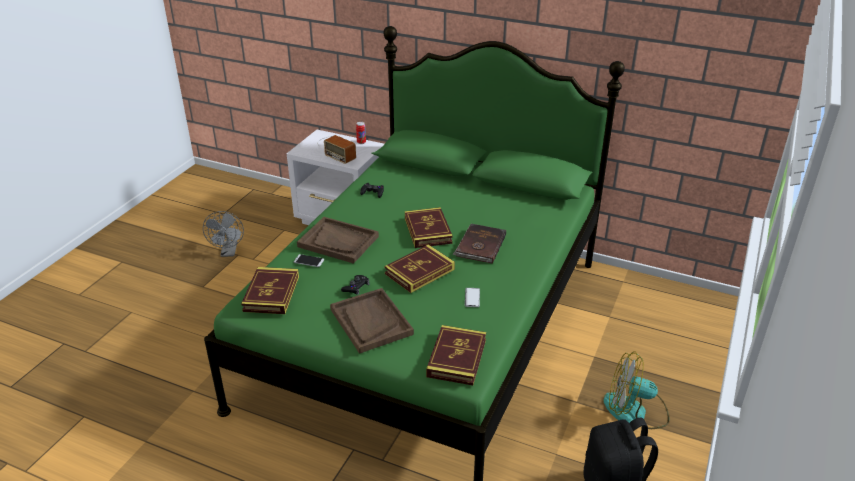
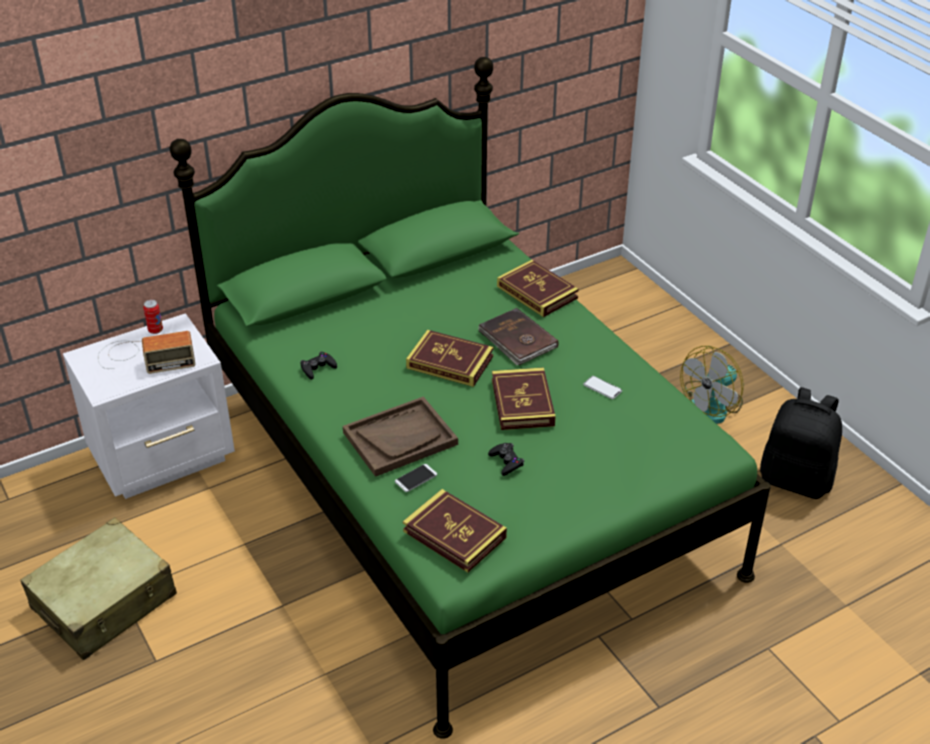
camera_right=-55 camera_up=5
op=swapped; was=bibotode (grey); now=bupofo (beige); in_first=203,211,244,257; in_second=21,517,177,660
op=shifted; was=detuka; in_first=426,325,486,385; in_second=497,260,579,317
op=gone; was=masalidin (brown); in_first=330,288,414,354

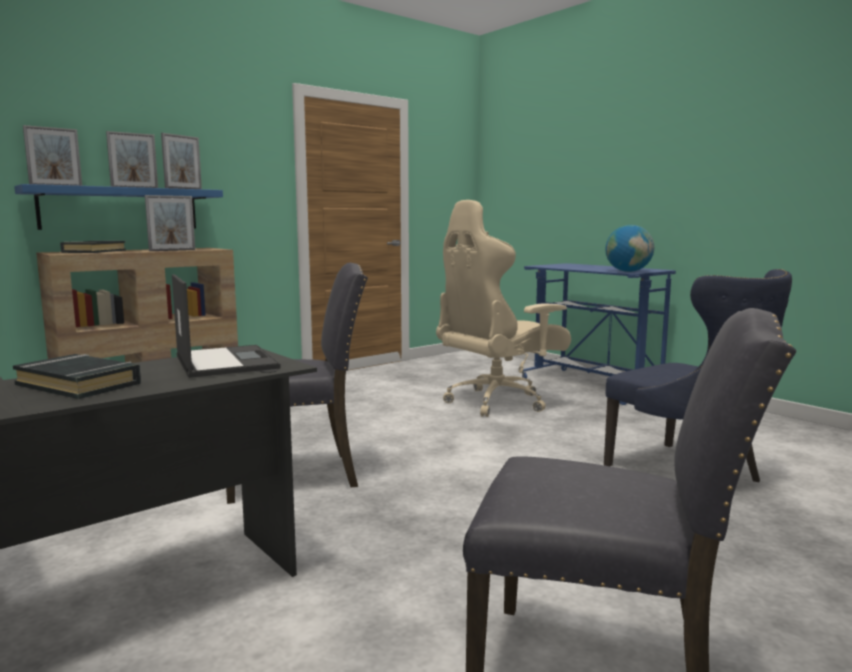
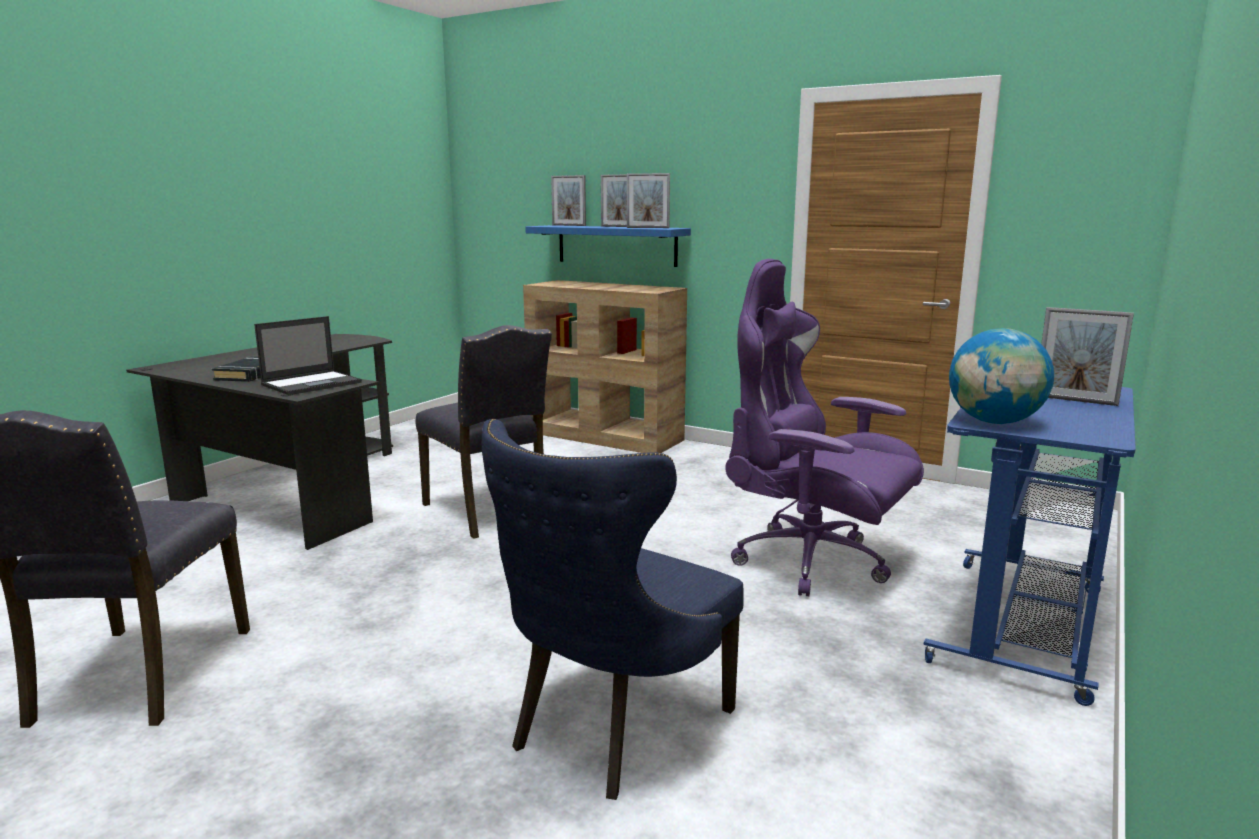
camera_right=70 camera_up=5
op=repainted; was=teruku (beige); now=teruku (purple); in_first=436,200,571,417; in_second=725,259,924,596
op=shifted; was=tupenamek; in_first=145,195,195,251; in_second=1041,307,1134,406
op=gone; was=detuka (black); in_first=60,241,126,253

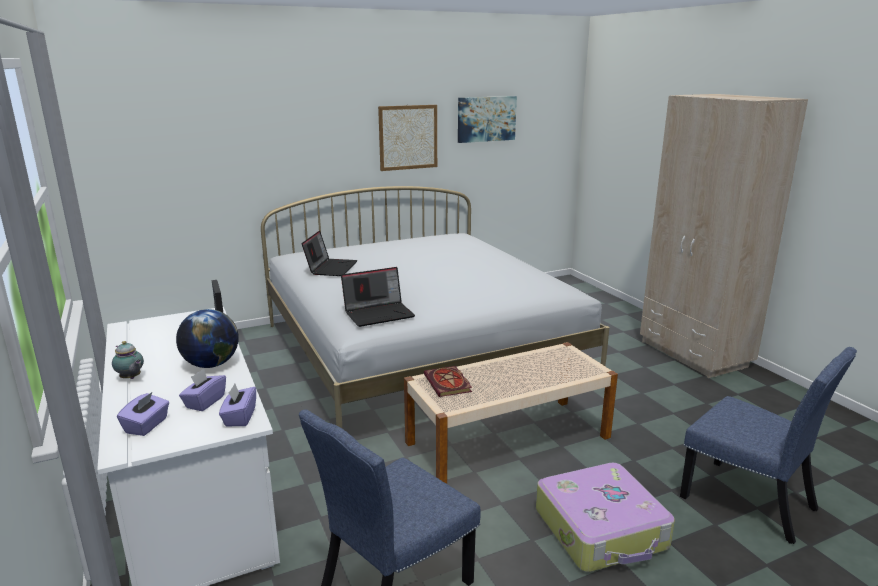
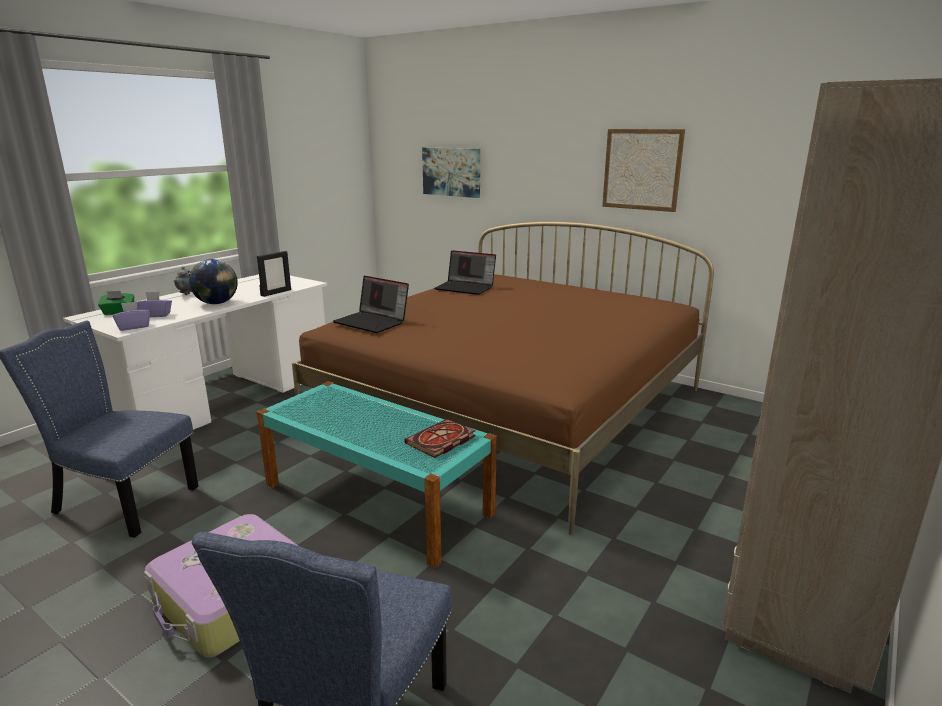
camera_right=60 camera_up=0
op=repainted; was=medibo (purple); now=medibo (green); in_first=117,392,169,436; in_second=98,291,134,315
op=repainted; was=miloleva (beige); now=miloleva (turquoise); in_first=404,342,618,484; in_second=257,381,497,568
op=repainted; was=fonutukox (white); now=fonutukox (brown); in_first=261,186,610,428; in_second=292,222,714,535
op=shifted; was=detuka; in_first=424,366,472,397; in_second=405,419,476,458
op=shifted; was=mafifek; in_first=458,96,517,143; in_second=422,147,480,198
op=rotated; was=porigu; in_first=301,230,357,276; in_second=434,250,496,295; clockwise=45

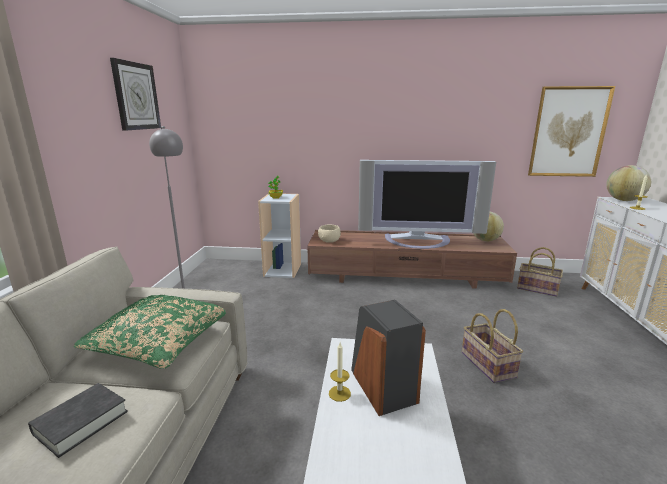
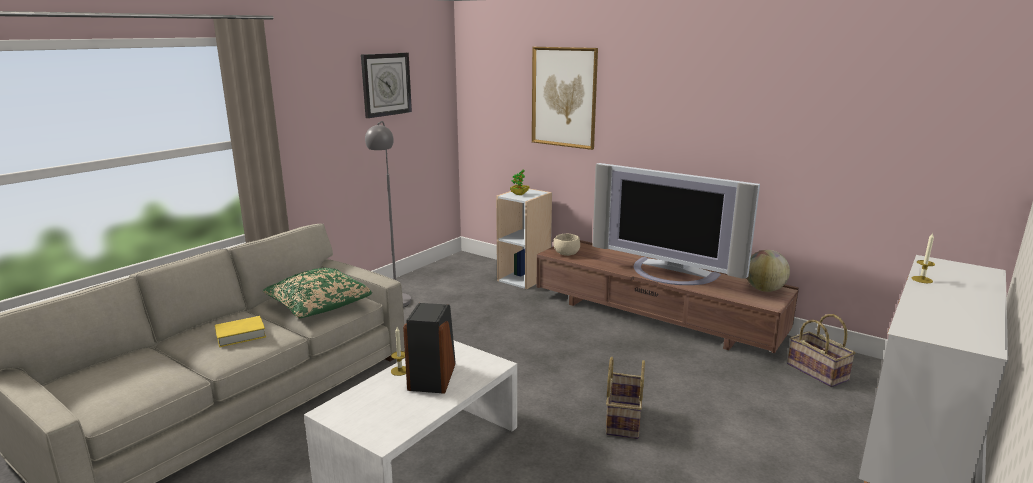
camera_right=30 camera_up=0
op=repainted; was=detuka (black); now=detuka (yellow); in_first=28,383,128,458; in_second=215,316,266,347
op=shifted; was=mafifek; in_first=528,86,615,177; in_second=532,47,598,150
op=gone; was=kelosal; in_first=606,165,651,201

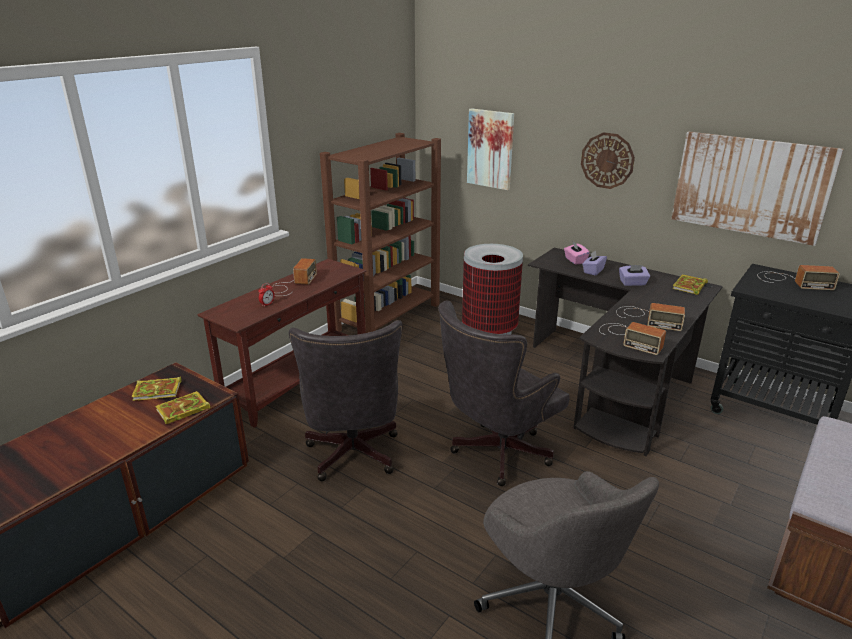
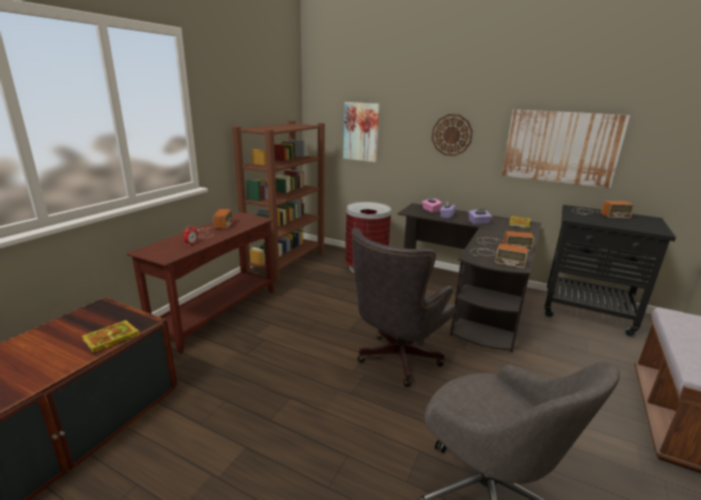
camera_right=-10 camera_up=-5
op=gone; was=detuka; in_first=132,376,182,401
op=gone; was=teruku (grey); in_first=289,320,403,481

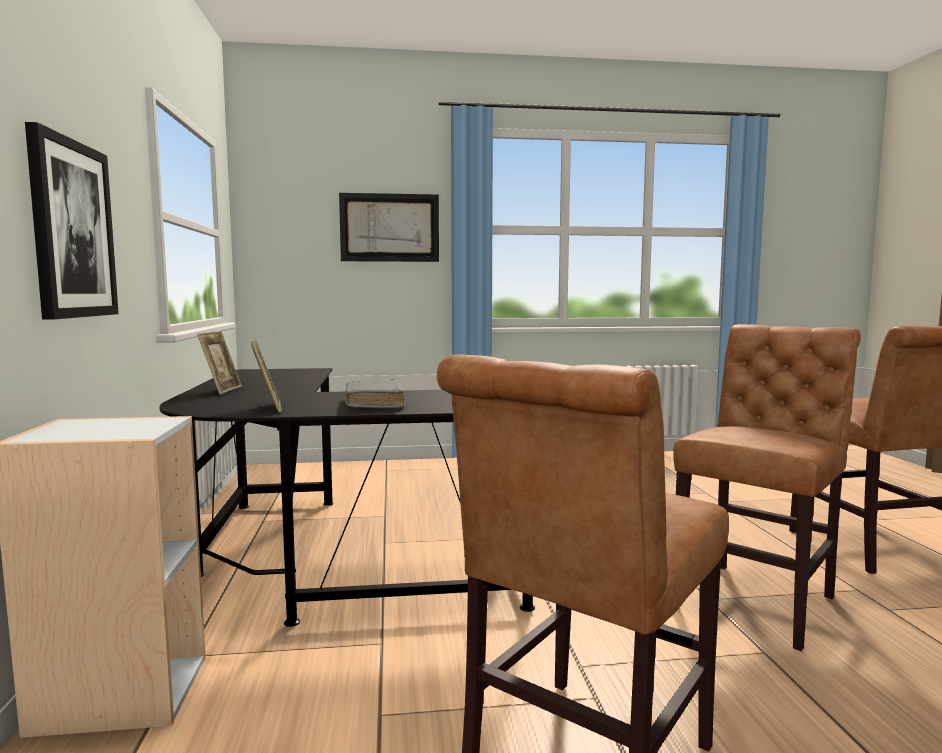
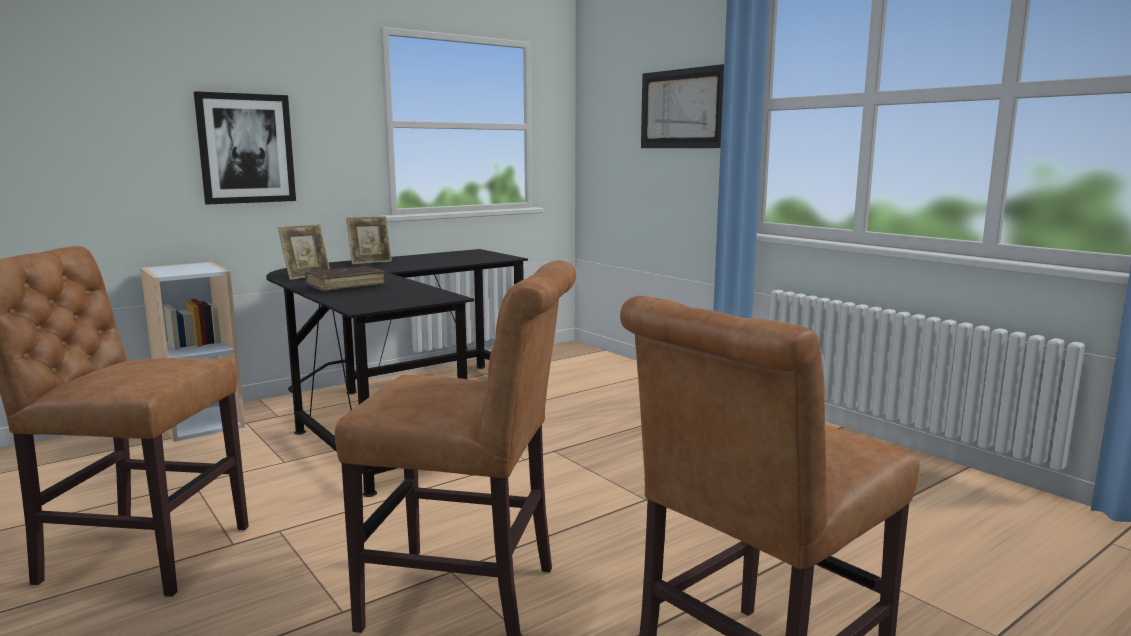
camera_right=60 camera_up=5
op=repainted; was=detuka (grey); now=detuka (brown); in_first=345,379,404,408; in_second=304,266,384,292

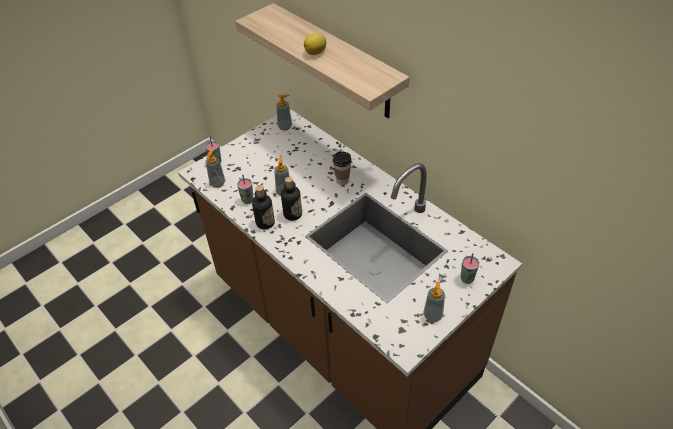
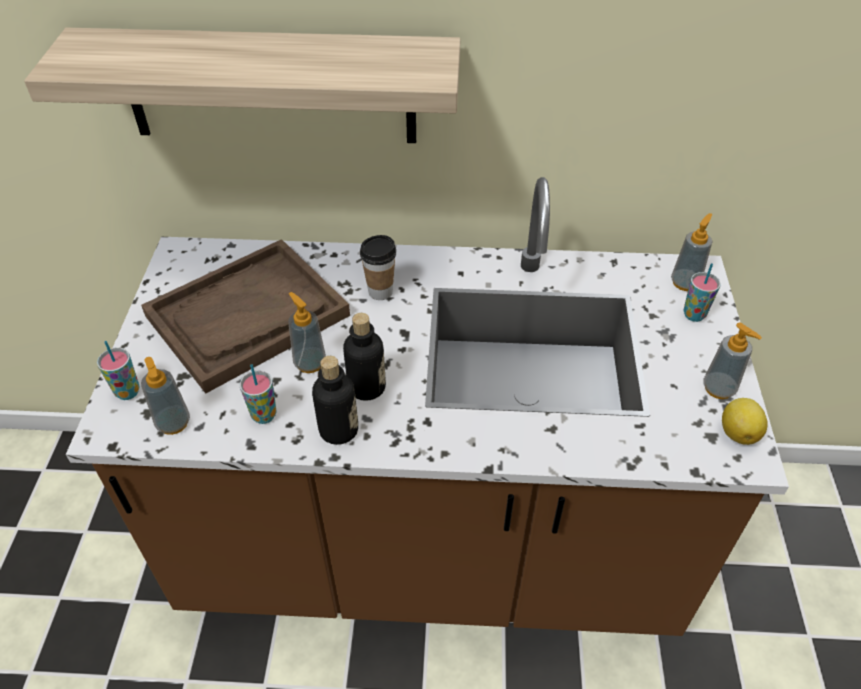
camera_right=-45 camera_up=0
op=new; now=masalidin (brown); in_second=141,239,350,393
op=shifted; was=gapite; in_first=276,94,292,130; in_second=671,213,713,291
op=shifted; was=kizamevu; in_first=304,33,326,55; in_second=722,398,768,445

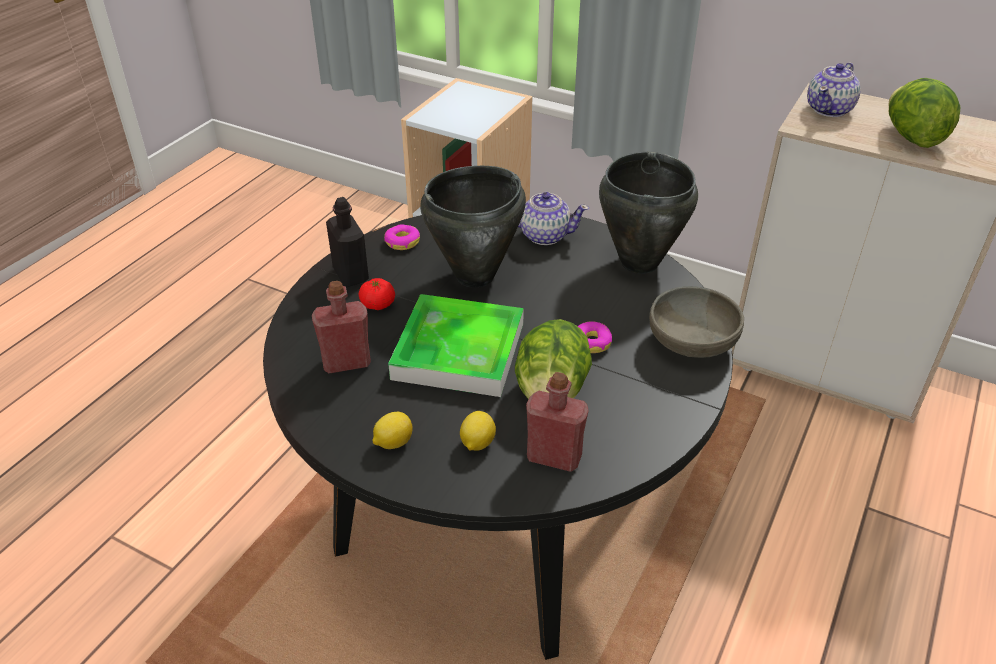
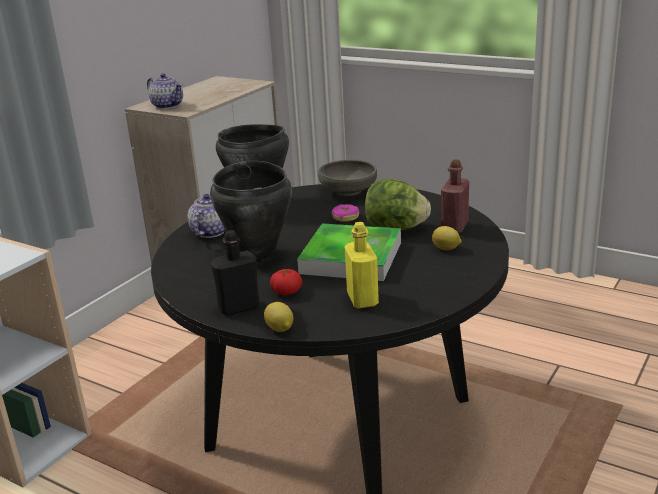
camera_right=-85 camera_up=-15
op=shifted; was=kizamevu; in_first=372,412,413,449; in_second=264,302,293,332
op=repainted; was=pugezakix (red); now=pugezakix (yellow); in_first=312,281,371,373; in_second=345,222,379,309
op=gone; was=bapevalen; in_first=384,224,420,250
op=gone; was=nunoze; in_first=888,78,960,148

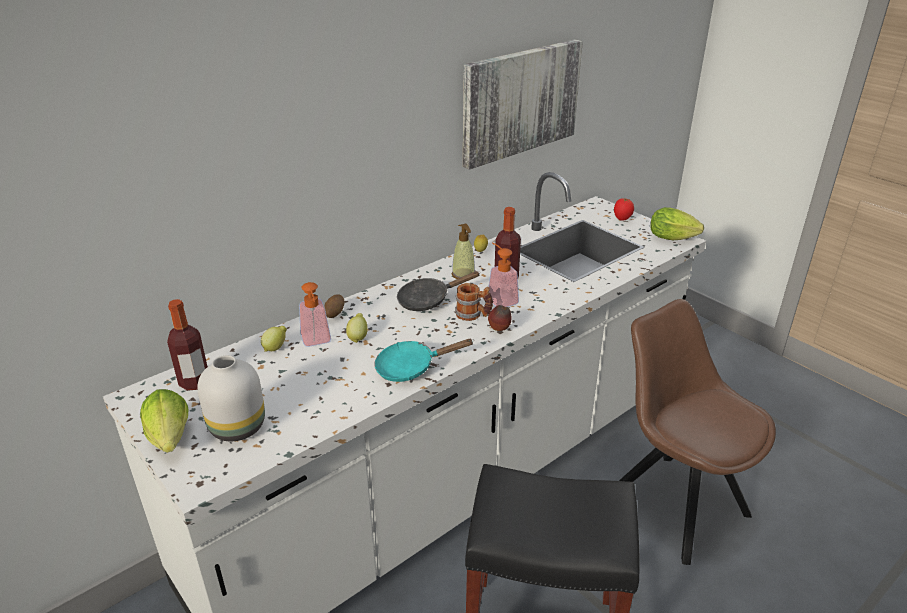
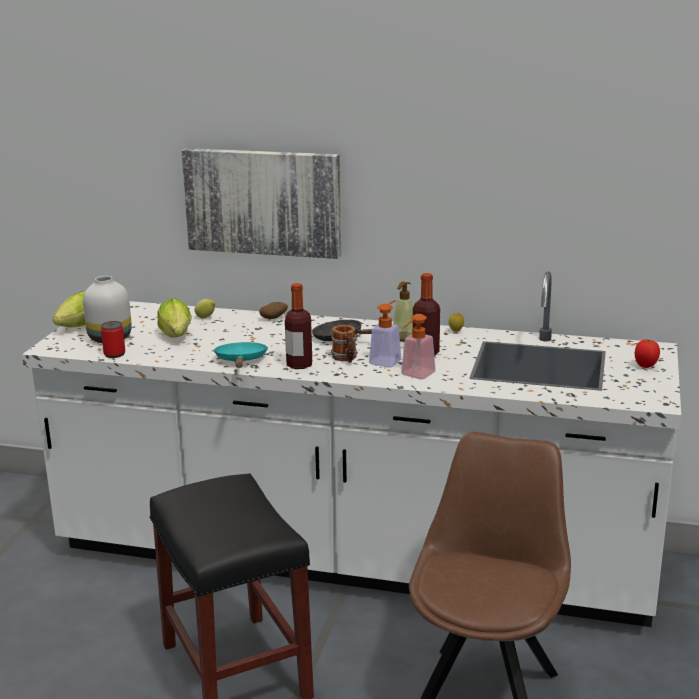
camera_right=55 camera_up=-10
op=new; now=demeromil; in_second=101,321,125,358
op=shifted; was=nunoze; in_first=650,207,704,240; in_second=157,298,191,338
op=shifted; was=mafifek; in_first=463,39,583,170; in_second=181,148,341,259
op=rotated; was=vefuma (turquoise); in_first=374,339,474,382; in_second=213,342,268,368; clockwise=45
op=shifted; was=pugezakix; in_first=167,299,208,391; in_second=285,283,312,369
op=shifted; was=gapite; in_first=299,282,331,347; in_second=401,314,436,379
op=gone; was=kizamevu; in_first=346,313,368,343
op=gone; was=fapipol; in_first=488,305,511,331

